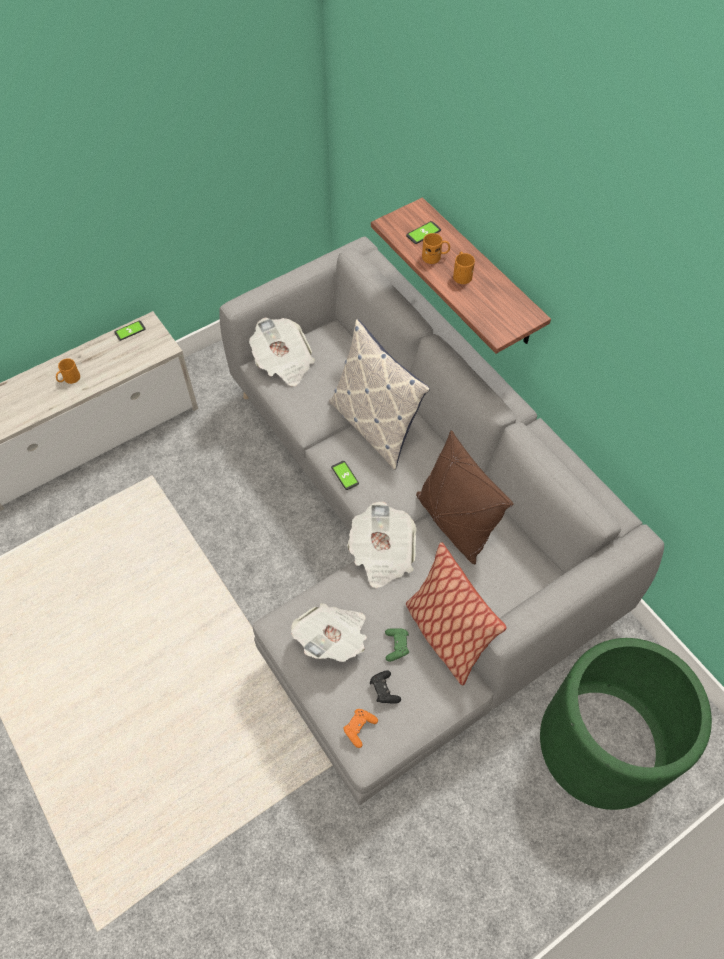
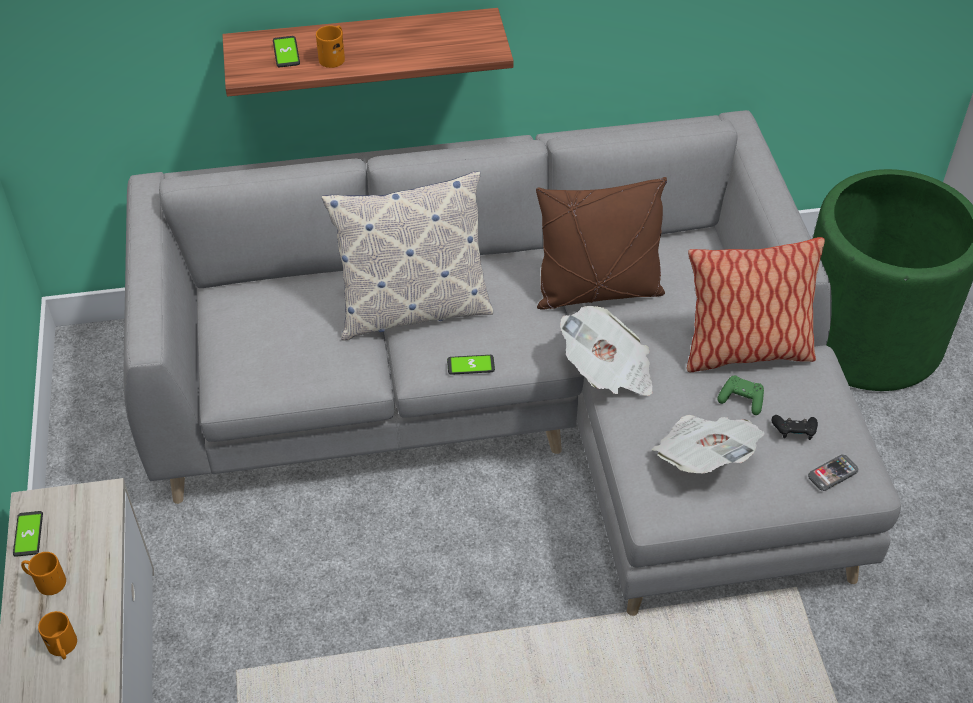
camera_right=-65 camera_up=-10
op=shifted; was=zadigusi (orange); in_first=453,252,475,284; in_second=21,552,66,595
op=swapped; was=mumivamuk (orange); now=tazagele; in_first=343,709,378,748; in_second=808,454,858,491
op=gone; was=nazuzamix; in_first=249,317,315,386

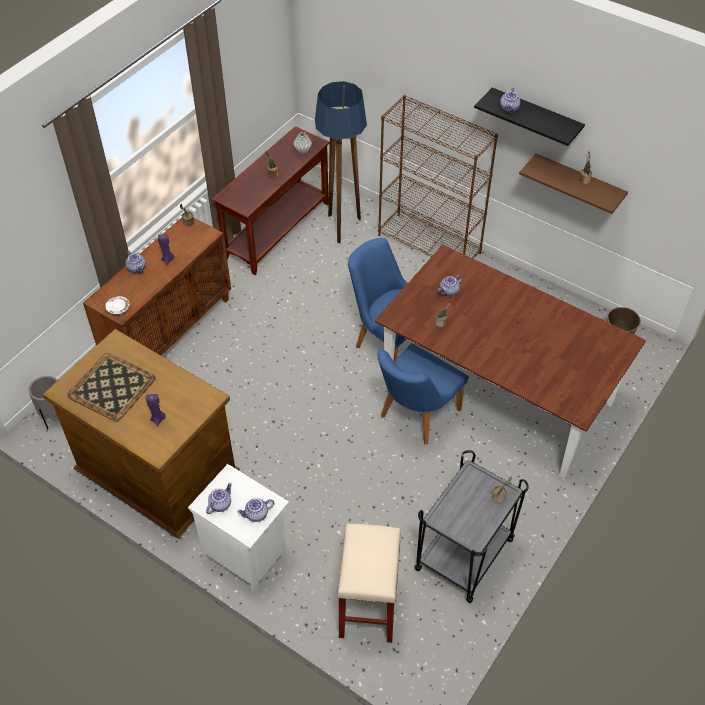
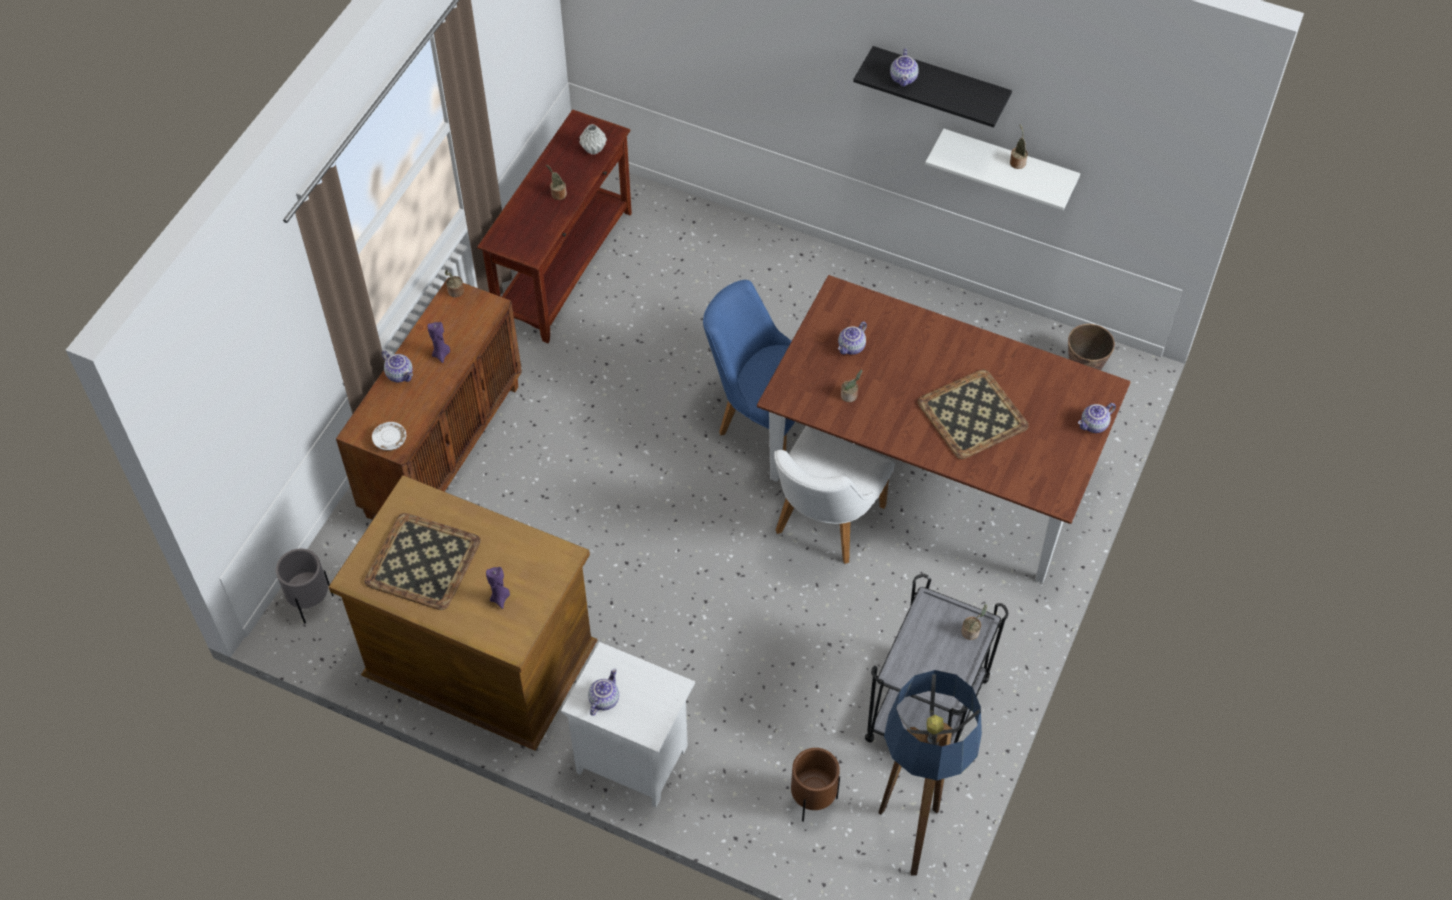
camera_right=-10 camera_up=5
op=repainted; was=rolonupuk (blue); now=rolonupuk (white); in_first=377,343,468,444; in_second=774,426,895,564
op=swapped; was=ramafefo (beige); now=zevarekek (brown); in_first=337,523,401,643; in_second=791,748,840,822
op=shifted; was=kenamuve; in_first=315,81,367,243; in_second=878,670,982,876
op=new; now=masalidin; in_second=918,369,1028,459
op=repainted; was=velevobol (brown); now=velevobol (white); in_first=519,154,628,214; in_second=925,129,1080,210
op=shifted; was=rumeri; in_first=237,498,275,522; in_second=1078,403,1116,433
op=gone; was=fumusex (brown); in_first=378,95,498,259

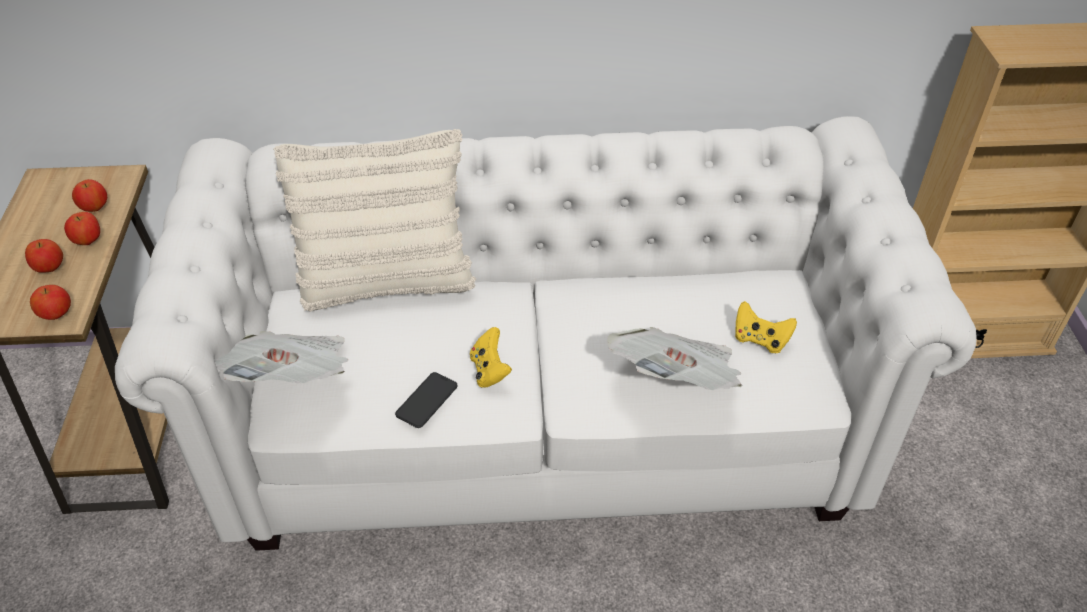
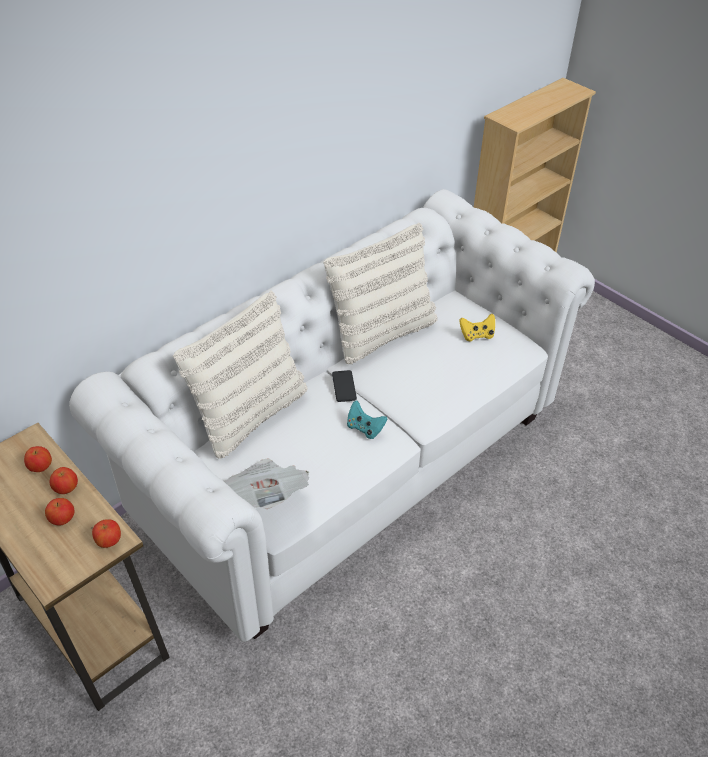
camera_right=-40 camera_up=0
op=new; now=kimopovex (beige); in_second=323,223,438,364
op=shifted; was=tazagele; in_first=395,372,457,428; in_second=332,370,357,402
op=repainted; was=mumivamuk (yellow); now=mumivamuk (turquoise); in_first=470,327,512,388; in_second=347,400,388,439
op=gone; was=nazuzamix; in_first=607,327,742,390

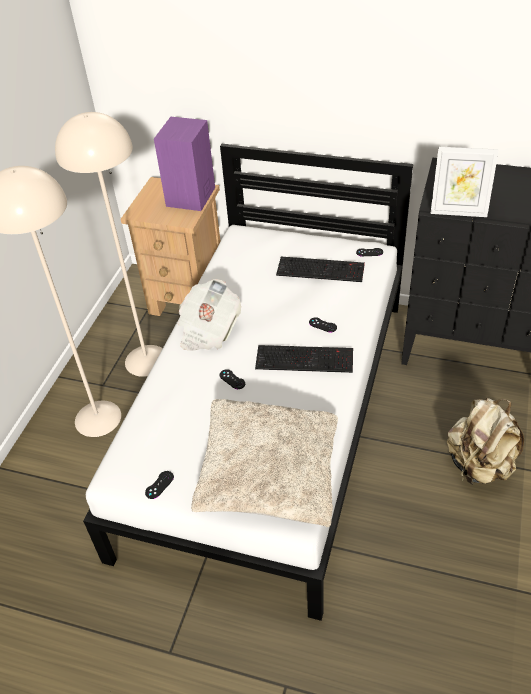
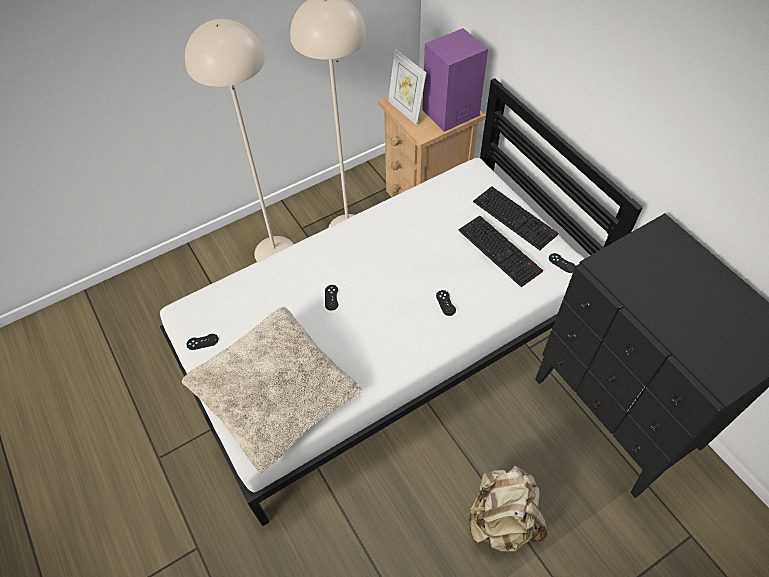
camera_right=40 camera_up=10
op=shifted; was=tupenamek; in_first=430,147,499,217; in_second=388,49,426,125
op=shifted; was=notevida; in_first=255,345,353,373; in_second=473,186,559,250
op=gone; was=nazuzamix; in_first=178,279,241,351

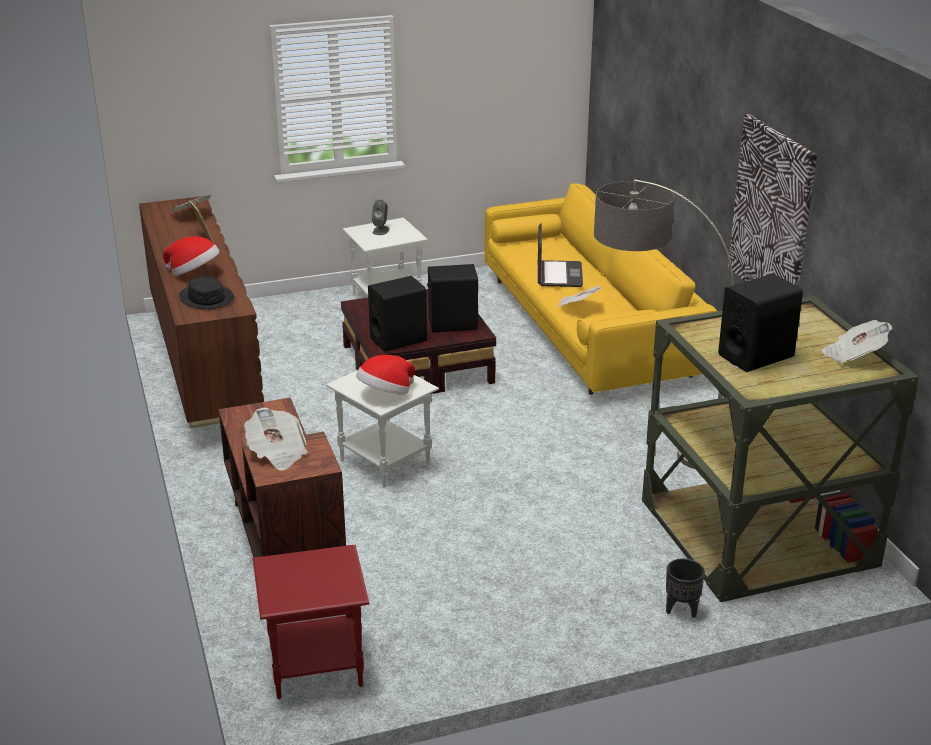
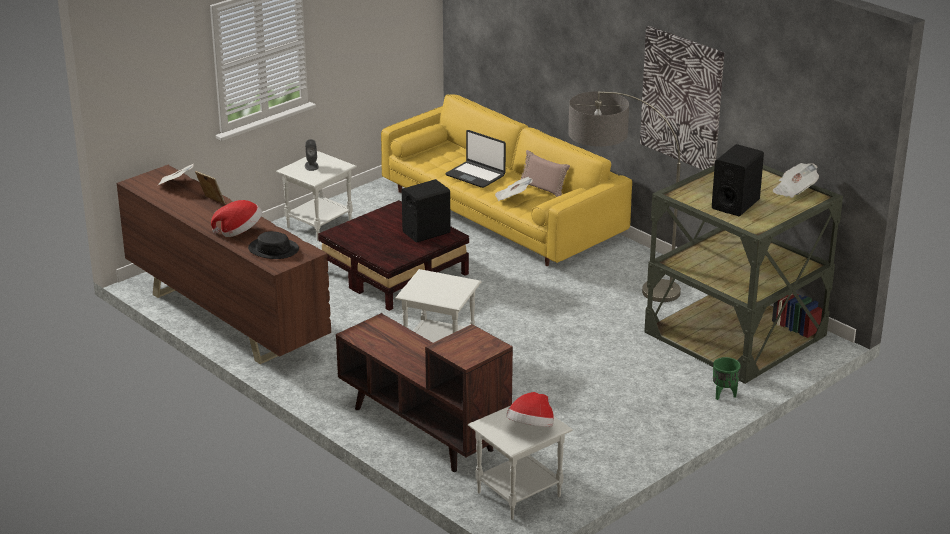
camera_right=-25 camera_up=0
op=rotated; was=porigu; in_first=538,224,583,287; in_second=445,130,506,188; clockwise=150
op=repainted; was=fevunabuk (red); now=fevunabuk (white); in_first=253,545,369,699; in_second=468,406,573,520
op=shifted; was=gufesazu; in_first=356,355,415,395; in_second=506,392,554,427
op=new; now=kimopovex (beige); in_second=520,150,570,197
op=repainted; was=zevarekek (black); now=zevarekek (green); in_first=666,558,705,618; in_second=713,357,741,400
op=gone; was=nazuzamix; in_first=244,407,308,471
op=gone; was=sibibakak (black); in_first=368,276,427,351

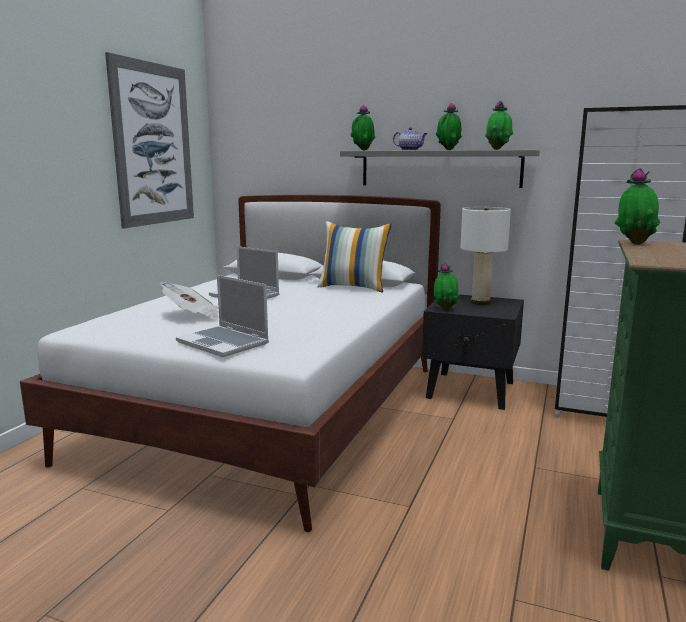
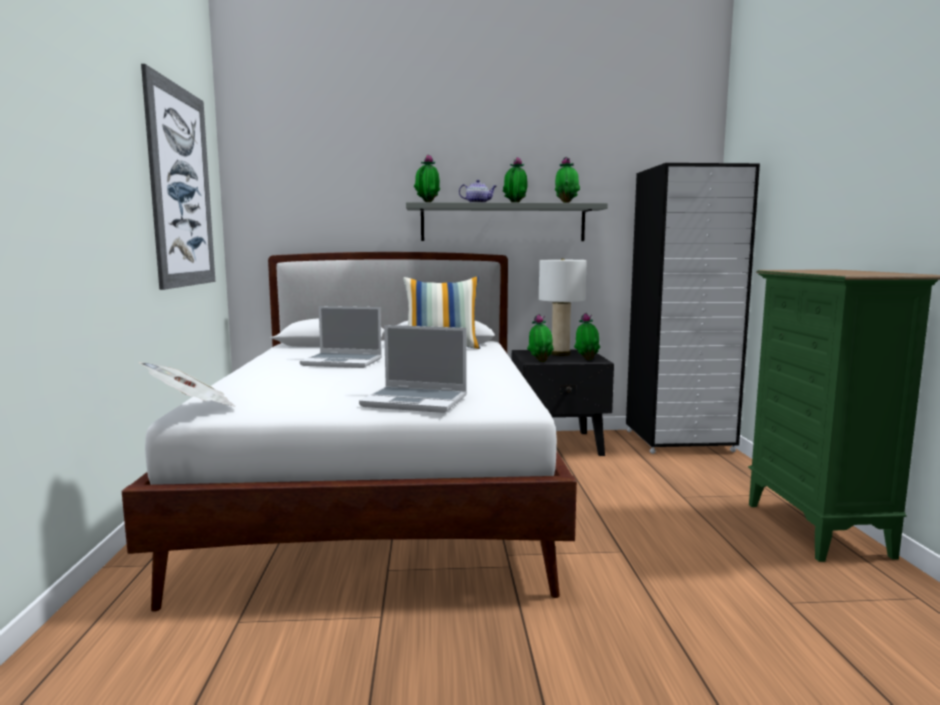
camera_right=-25 camera_up=-5
op=shifted; was=nazuzamix; in_first=160,282,219,319; in_second=139,362,235,406
op=shifted; was=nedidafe; in_first=615,168,660,245; in_second=574,313,600,360

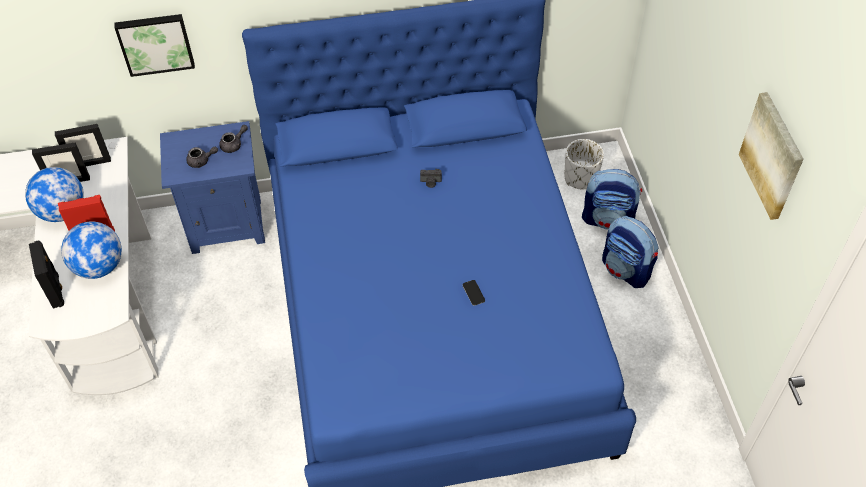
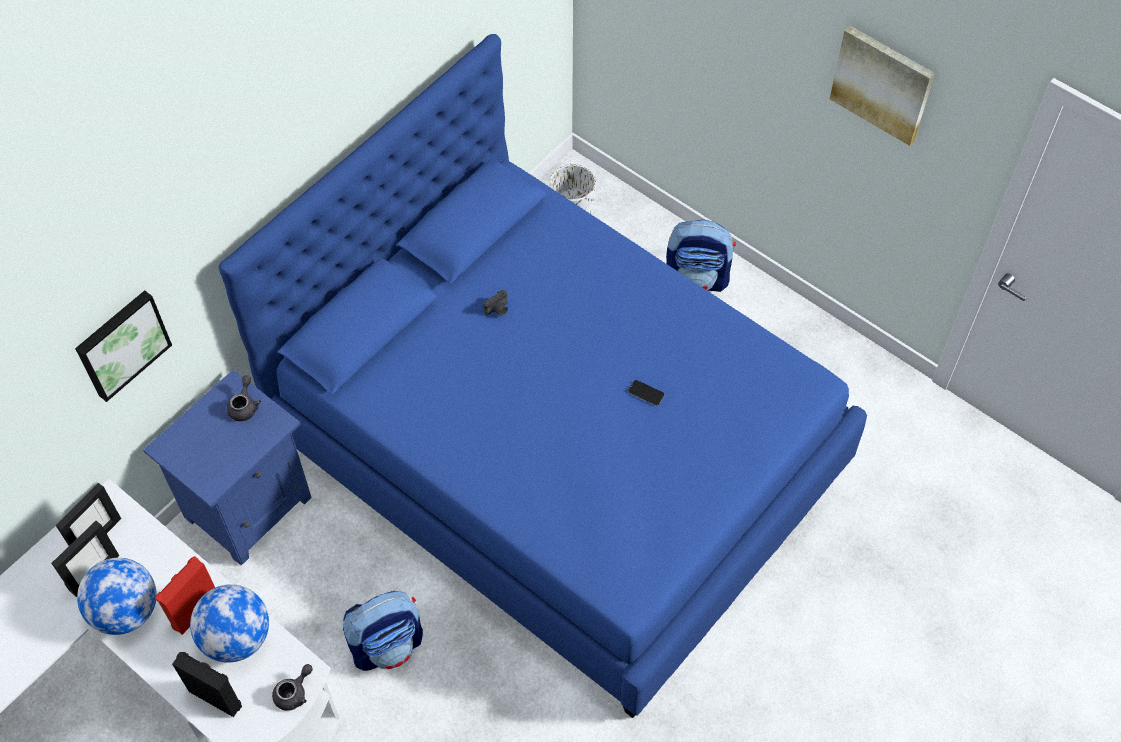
camera_right=-40 camera_up=5
op=shifted; was=rumeri (grey); in_first=186,147,218,168; in_second=272,664,313,711
op=shifted; was=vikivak; in_first=582,169,642,230; in_second=343,591,423,671

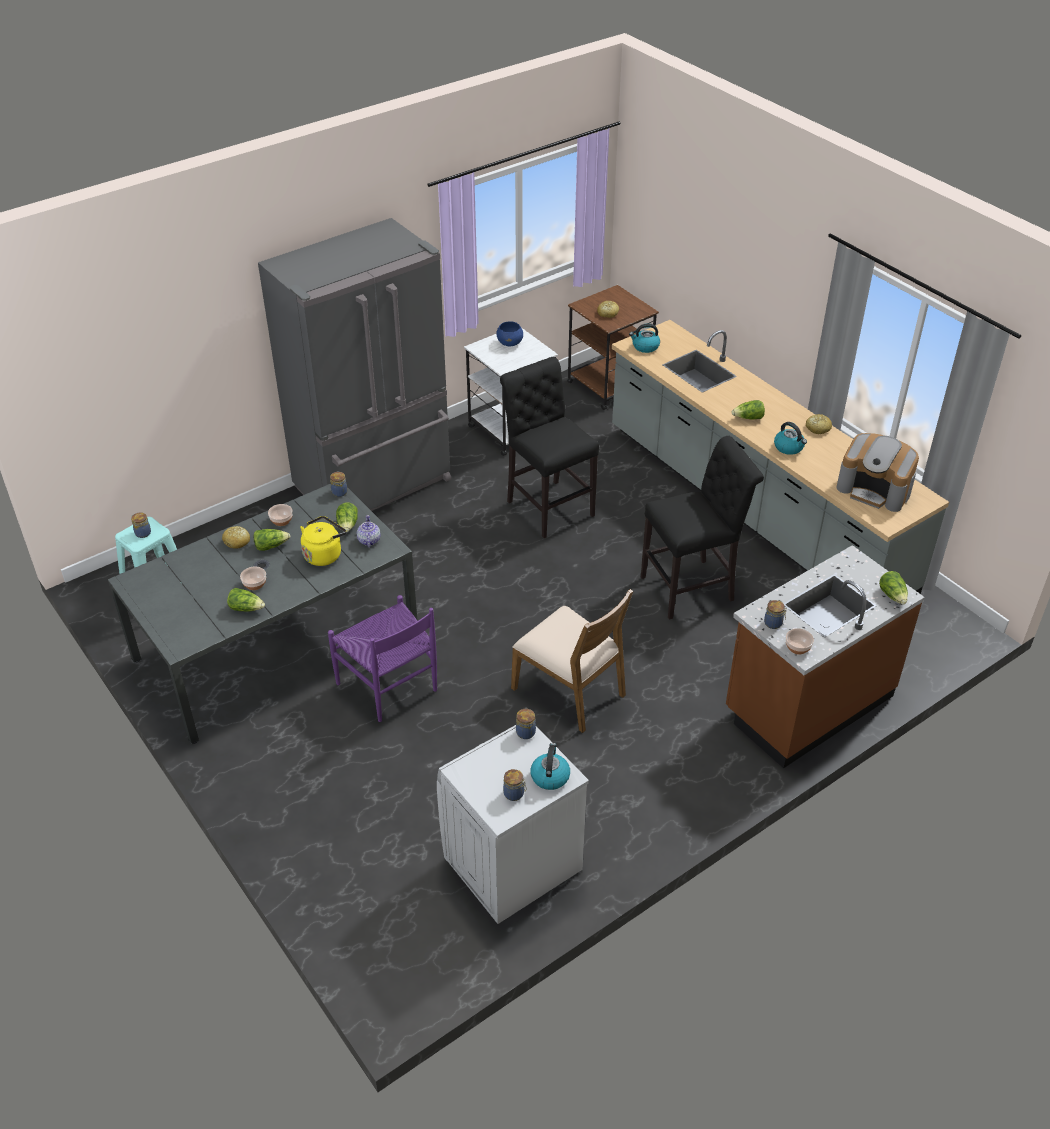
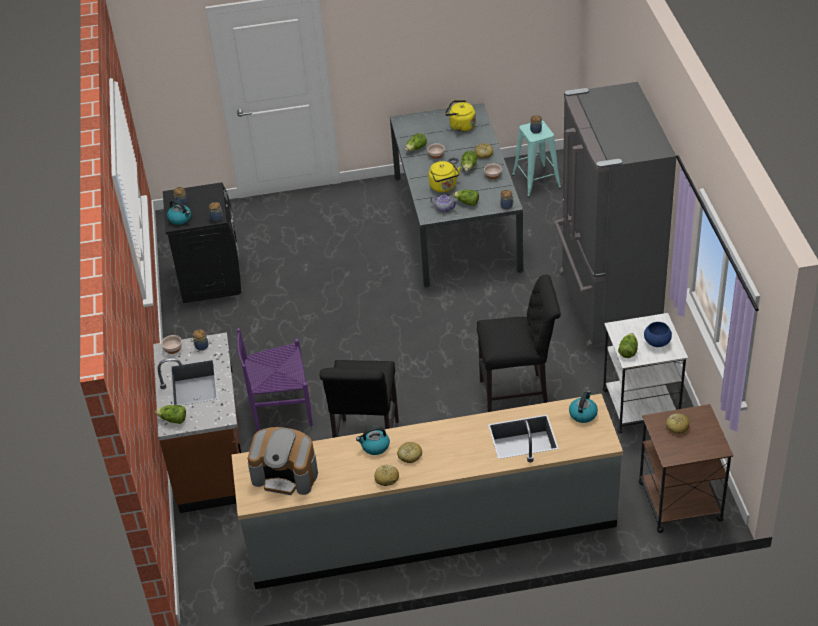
camera_right=120 camera_up=0
op=repainted; was=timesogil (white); now=timesogil (black); in_first=437,725,589,924; in_second=163,182,241,303
op=shifted; was=rolonupuk (purple); in_first=328,595,437,722; in_second=237,328,313,431
op=rotated; was=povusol; in_first=836,433,919,512; in_second=248,427,318,495; clockwise=-135
op=new; now=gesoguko; in_second=397,442,422,463
op=new; now=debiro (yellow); in_second=445,100,476,132
op=shifted; was=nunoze; in_first=732,400,765,420; in_second=618,333,638,358
op=gone; was=rolonupuk (brown); in_first=511,589,633,733

